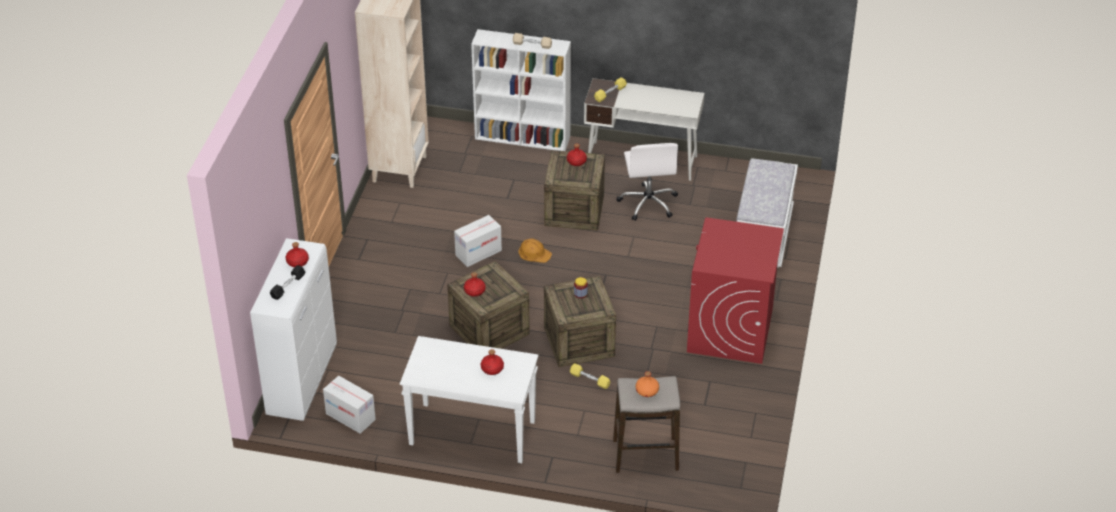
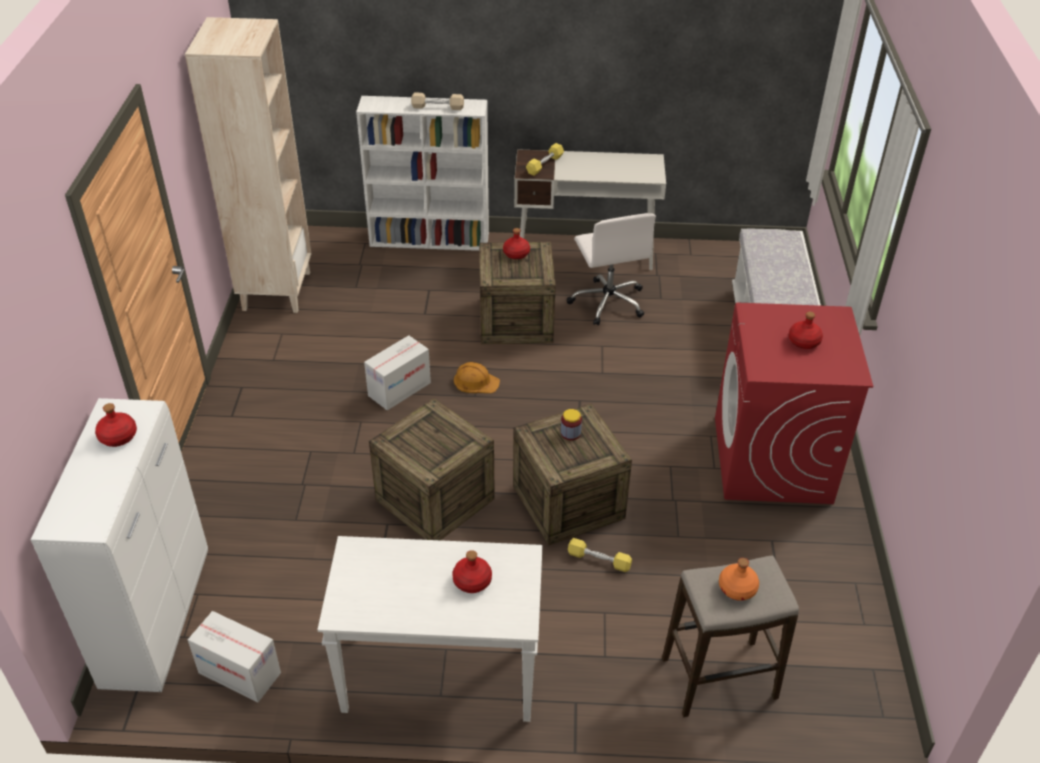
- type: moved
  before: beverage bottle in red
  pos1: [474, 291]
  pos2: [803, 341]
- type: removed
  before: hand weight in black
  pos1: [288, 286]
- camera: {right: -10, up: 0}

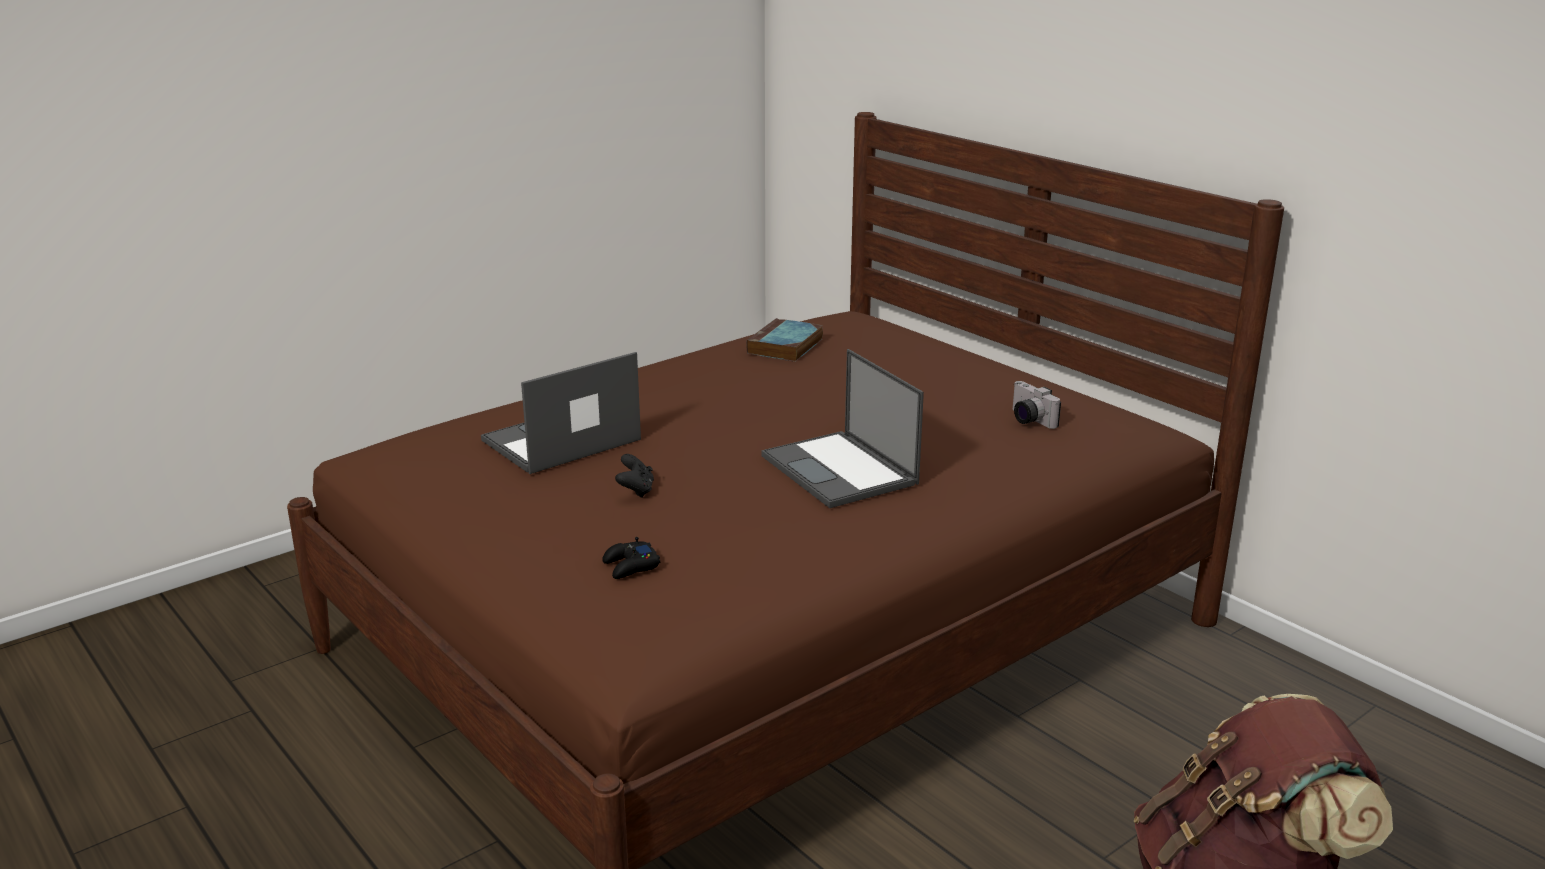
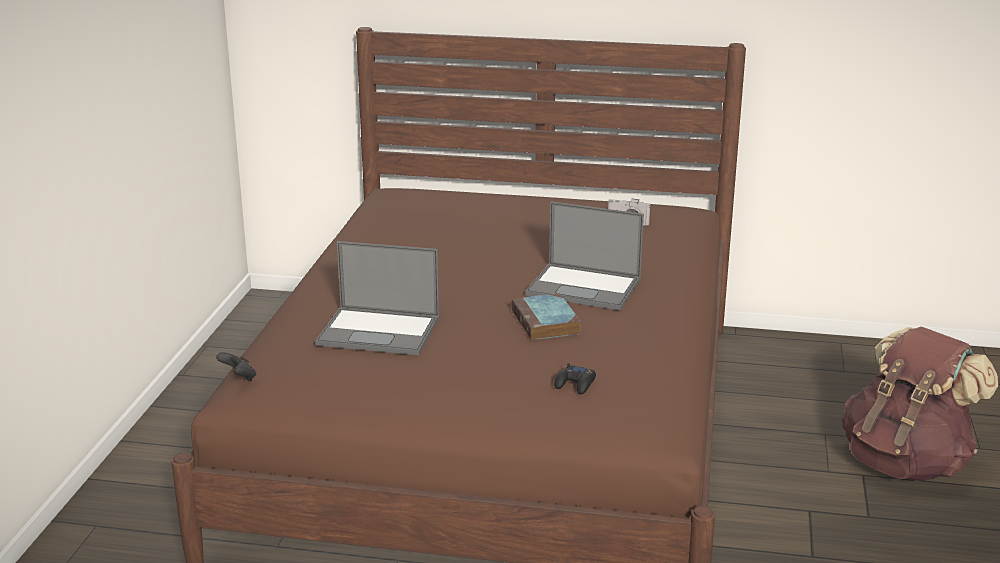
- type: moved
  before: game controller in black
  pos1: [636, 490]
  pos2: [239, 378]
- type: turned
  before: laptop
  pos1: [560, 441]
  pos2: [380, 331]
  turn: -90
- type: moved
  before: bound book
  pos1: [785, 347]
  pos2: [546, 323]
- camera: {right: -40, up: 0}

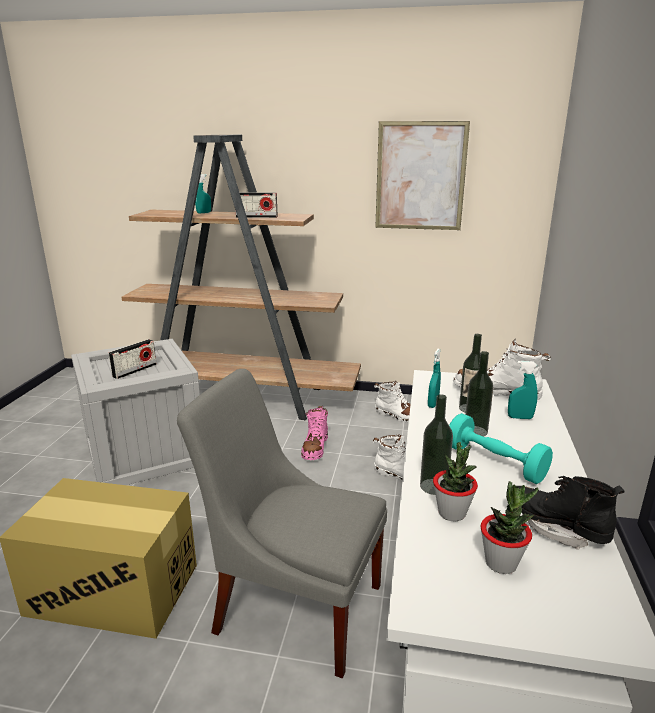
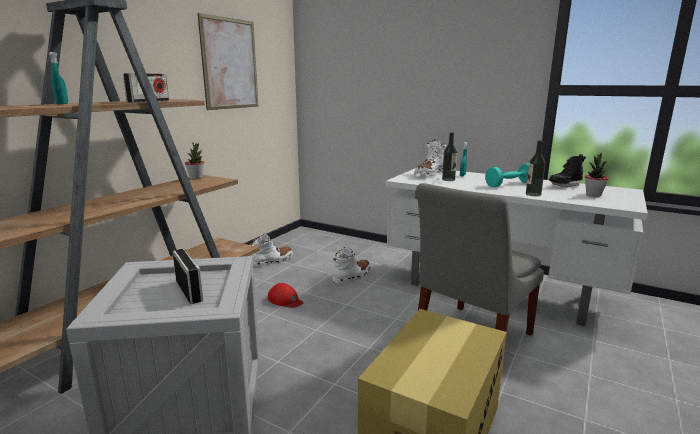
- type: moved
  before: potted plant
  pos1: [452, 513]
  pos2: [196, 178]
- type: replaced
  before: boot in pink-coloured
  after: baseball cap in red
  pos1: [315, 448]
  pos2: [285, 300]
- type: removed
  before: sprayer in blue-green
  pos1: [433, 404]
- type: removed
  before: beverage bottle
  pos1: [475, 431]
- camera: {right: -70, up: -5}

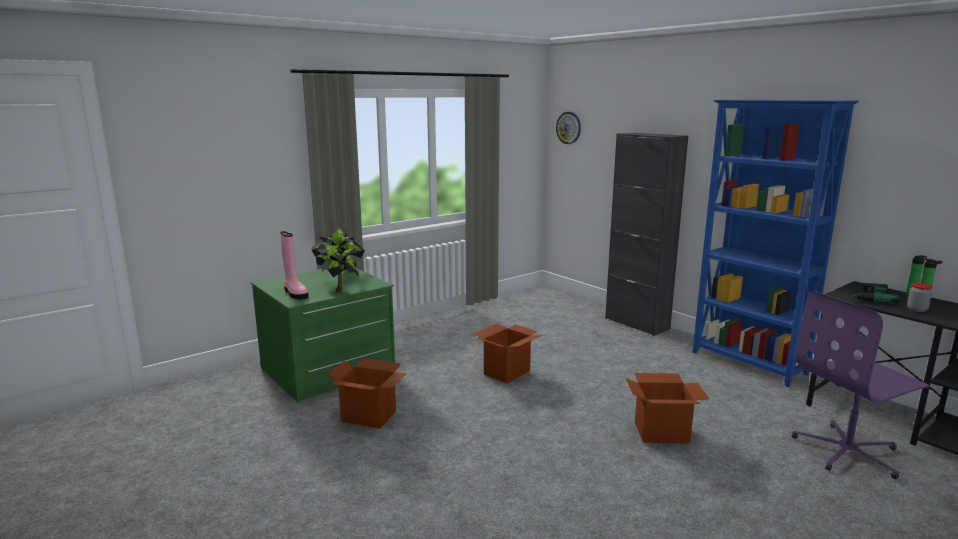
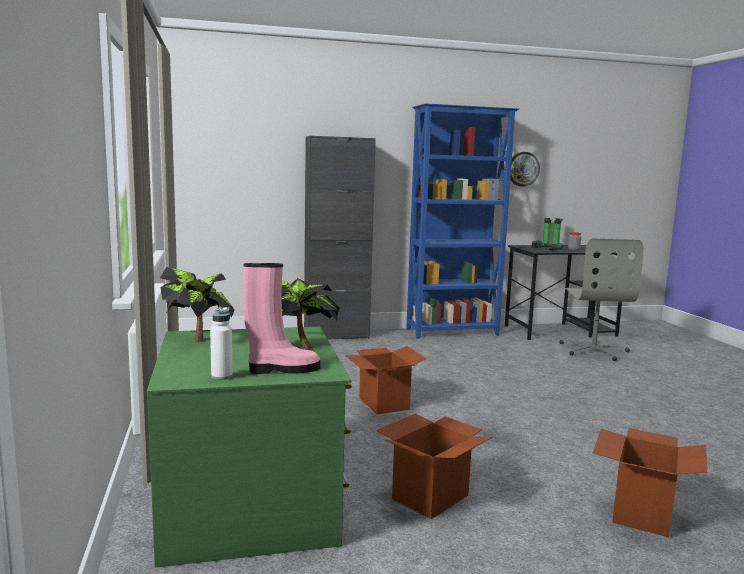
- type: added
  after: beverage bottle in white
  pos2: [221, 376]
- type: moved
  before: wall clock
  pos1: [569, 127]
  pos2: [522, 169]
- type: recoloured
  before: computer chair in purple-coloured
  after: computer chair in gray
  pos1: [848, 452]
  pos2: [594, 350]
- type: moved
  before: carton
  pos1: [661, 433]
  pos2: [642, 513]
- camera: {right: -65, up: -5}

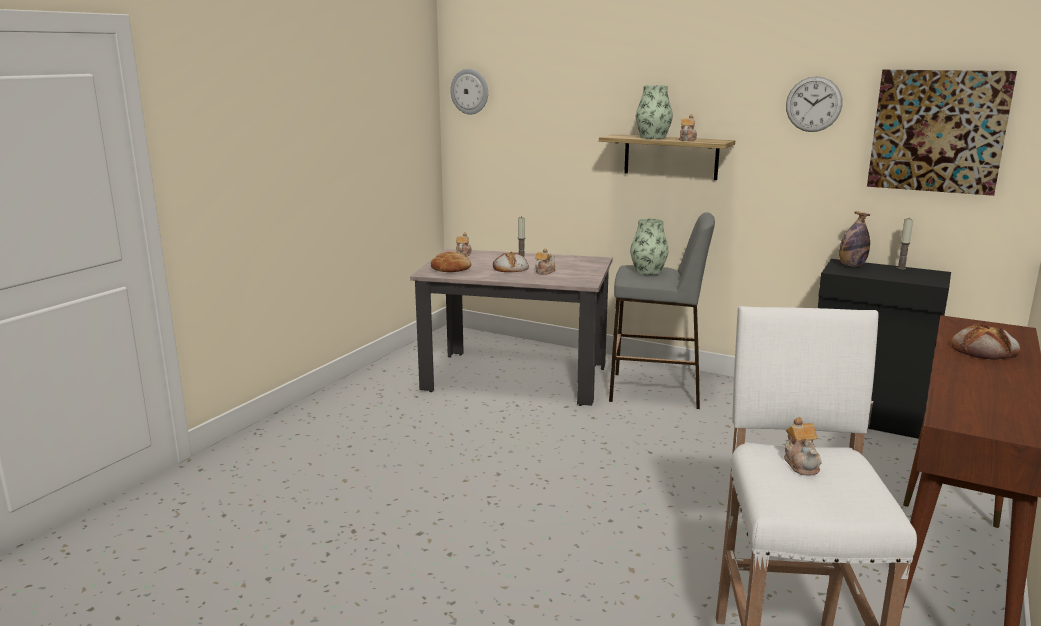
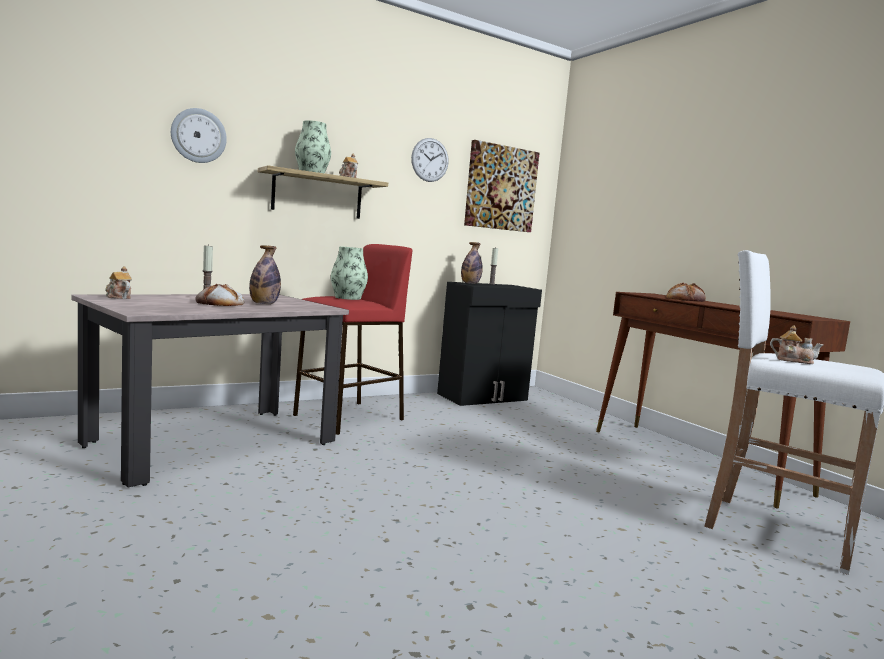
- type: moved
  before: wall clock
  pos1: [470, 91]
  pos2: [198, 136]
- type: replaced
  before: teapot
  after: beverage bottle
  pos1: [544, 272]
  pos2: [264, 304]
- type: recoloured
  before: stool seat in gray
  after: stool seat in red
  pos1: [656, 390]
  pos2: [349, 417]
- type: removed
  before: bread
  pos1: [451, 268]
- camera: {right: -60, up: -10}

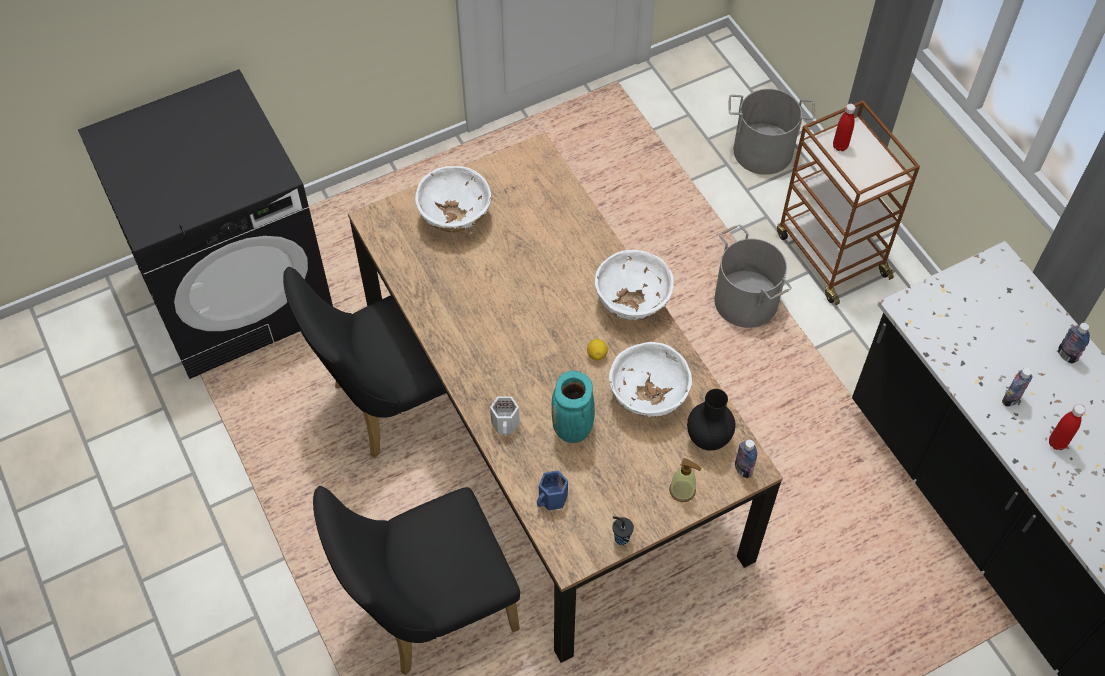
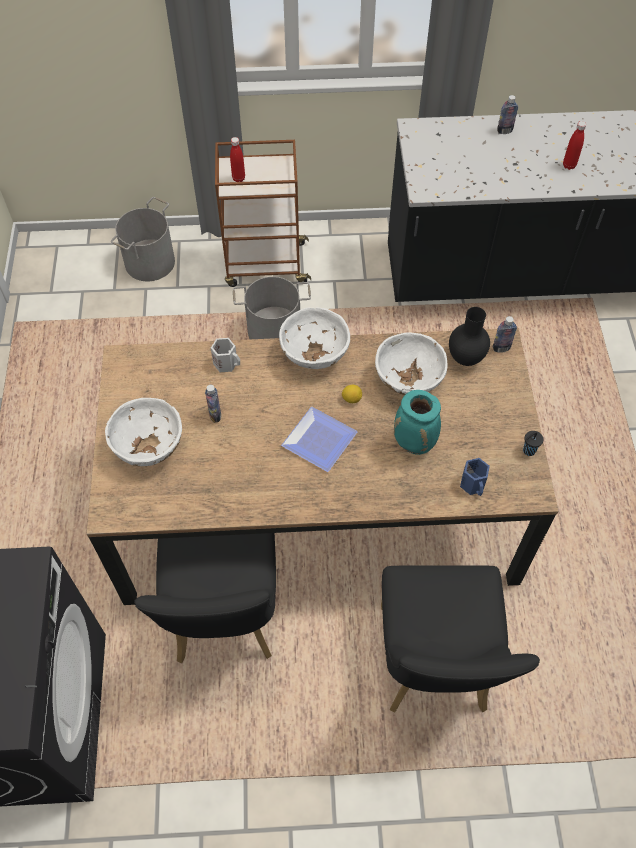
- type: moved
  before: beverage bottle
  pos1: [1011, 399]
  pos2: [215, 415]
- type: moved
  before: coffee mug in white
  pos1: [506, 424]
  pos2: [226, 363]
- type: added
  after: plate
  pos2: [320, 443]
- type: removed
  before: soap dispenser
  pos1: [682, 490]
- camera: {right: -65, up: 0}

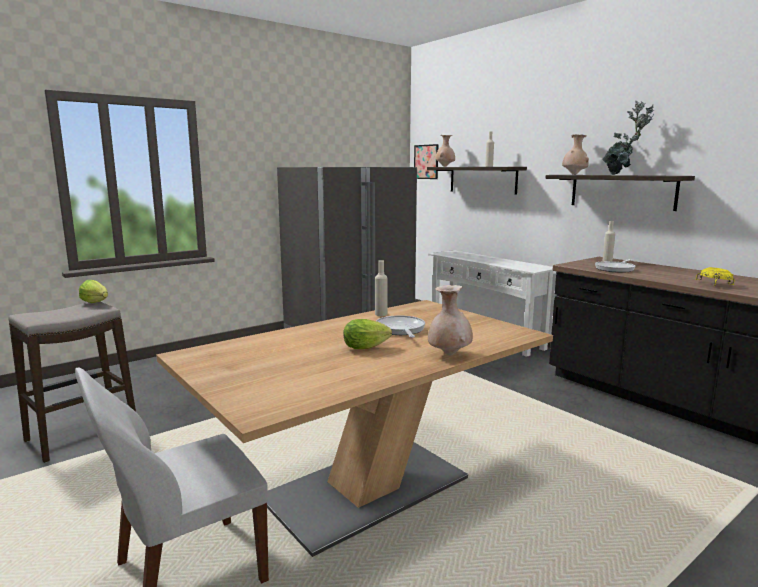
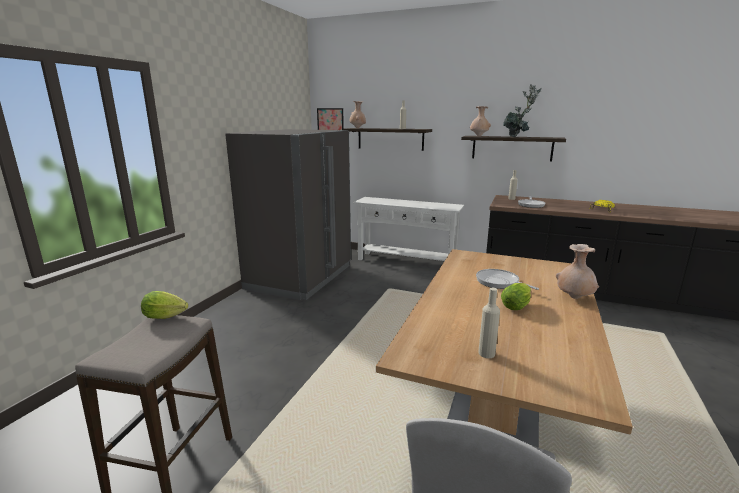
- type: moved
  before: beverage bottle in beige
  pos1: [381, 314]
  pos2: [486, 353]
- camera: {right: -30, up: 5}

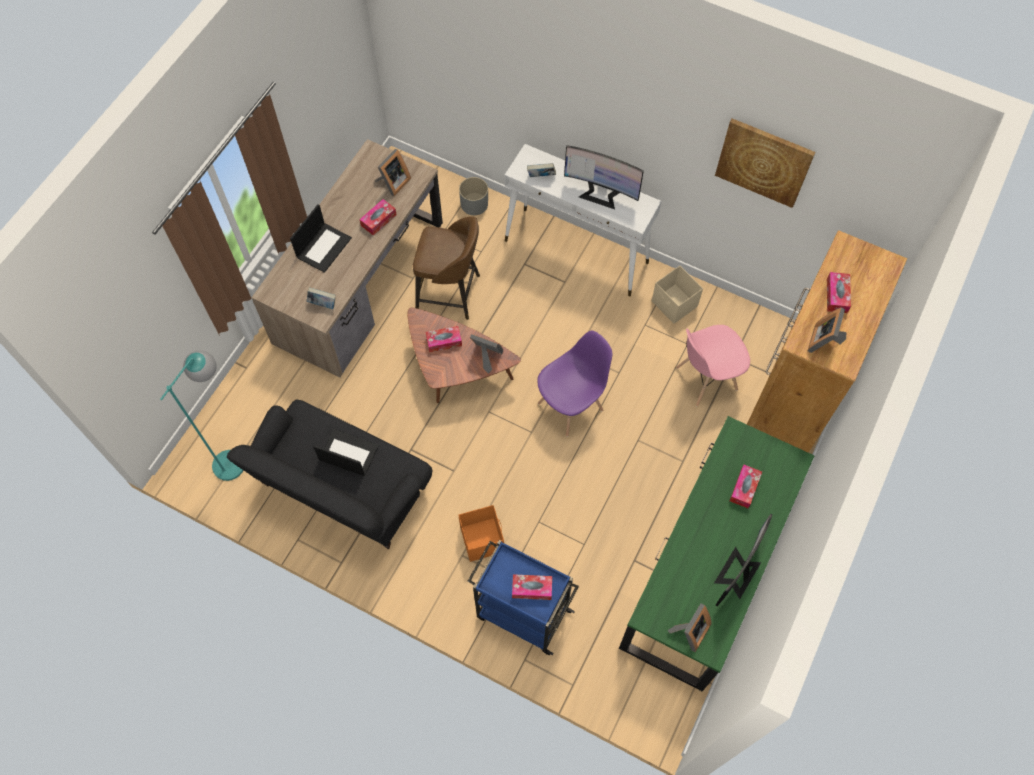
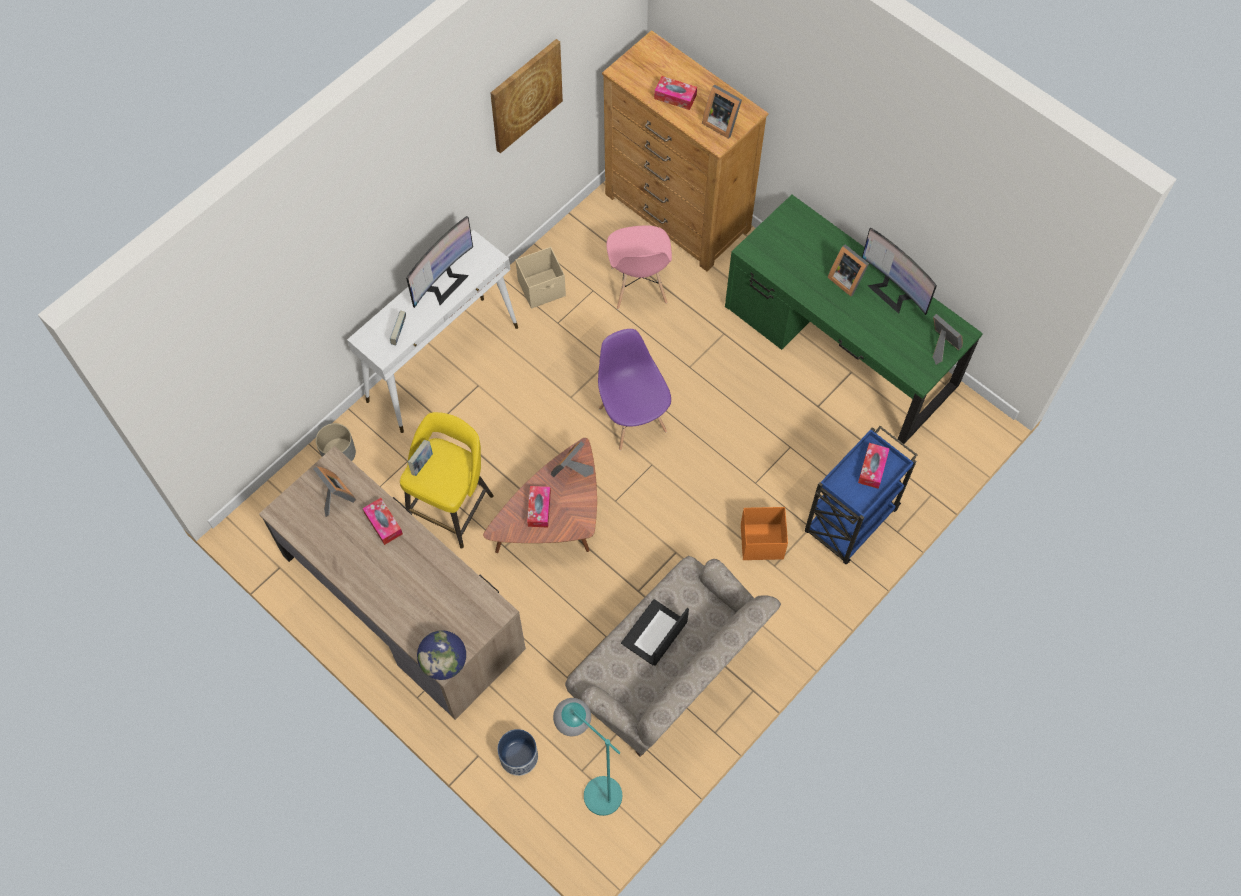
- type: recoloured
  before: stool seat in brownish
  after: stool seat in yellow
  pos1: [450, 293]
  pos2: [452, 506]
- type: moved
  before: bound book
  pos1: [323, 304]
  pos2: [421, 463]
- type: added
  after: world globe
  pos2: [444, 662]
- type: added
  after: planter
  pos2: [518, 757]
- type: recoloured
  before: couch in black
  after: couch in beige
  pos1: [343, 490]
  pos2: [668, 672]
- type: added
  after: picture frame
  pos2: [846, 279]
- type: removed
  before: laptop
  pos1: [323, 247]
- type: removed
  before: tissue box
  pos1: [744, 488]
- camera: {right: -75, up: 0}

